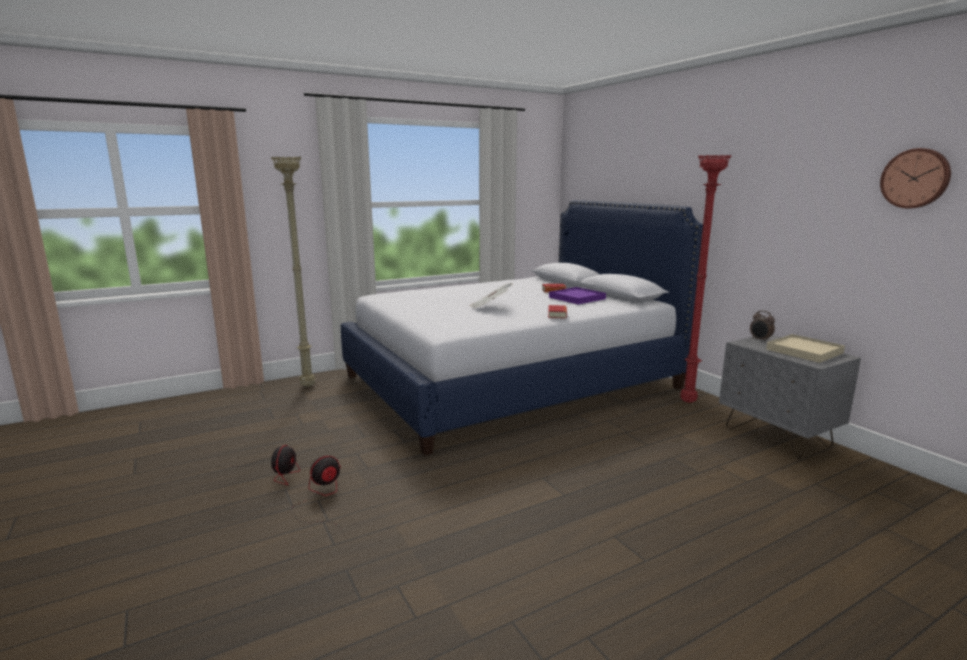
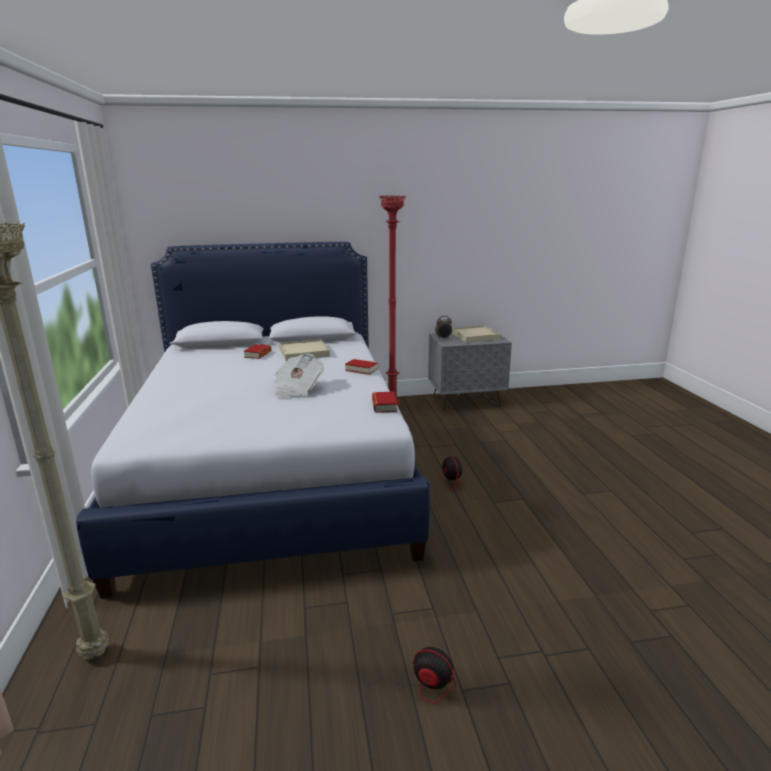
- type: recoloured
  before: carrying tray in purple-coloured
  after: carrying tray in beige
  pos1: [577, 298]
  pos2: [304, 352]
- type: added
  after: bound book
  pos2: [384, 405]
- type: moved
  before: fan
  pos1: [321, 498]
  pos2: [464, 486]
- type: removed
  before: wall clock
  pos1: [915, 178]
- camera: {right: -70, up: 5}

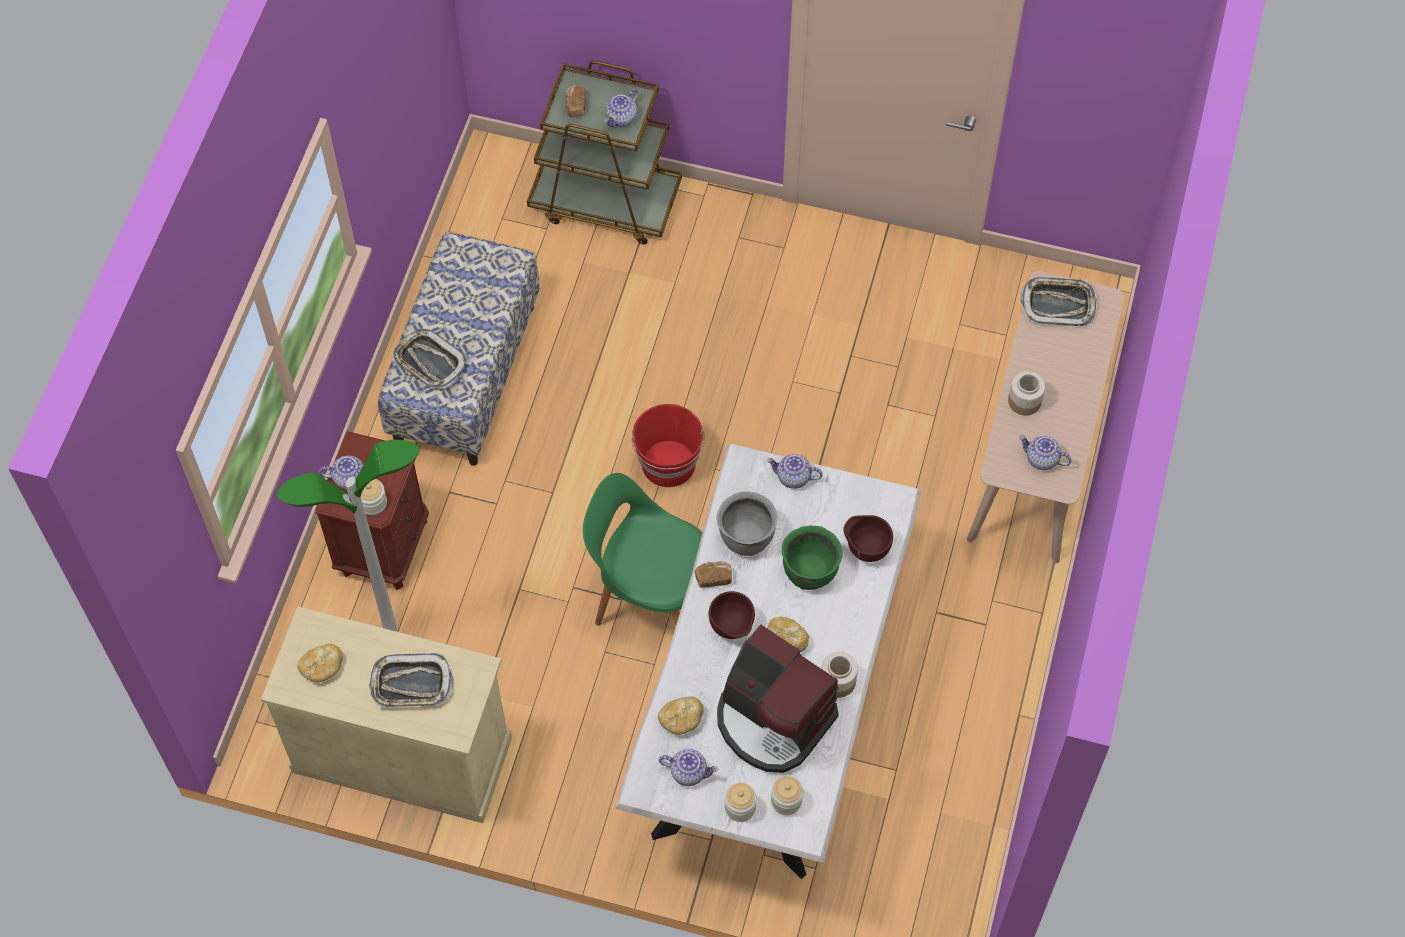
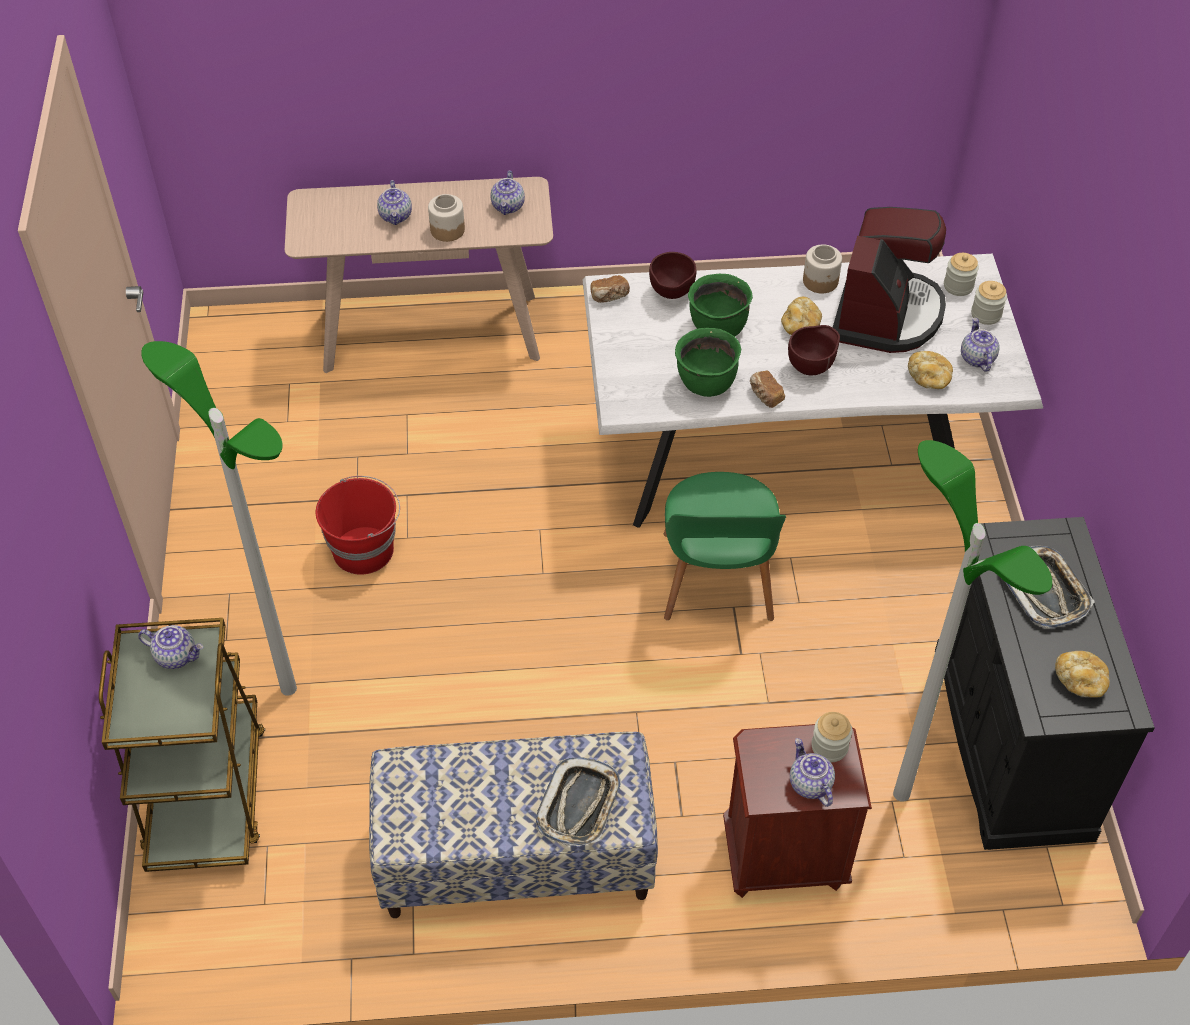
- type: added
  after: standard lamp
  pos2: [288, 689]
- type: moved
  before: bucket in red
  pos1: [669, 464]
  pos2: [364, 549]
- type: moved
  before: teapot
  pos1: [793, 477]
  pos2: [396, 216]
- type: moved
  before: bread
  pos1: [575, 106]
  pos2: [610, 296]
- type: recoloured
  before: cooking pot in gray
  after: cooking pot in green
  pos1: [746, 537]
  pos2: [706, 383]
- type: recoloured
  before: storage cabinet in beige
  after: storage cabinet in black
  pos1: [402, 753]
  pos2: [1011, 742]
- type: removed
  before: carrying tray
  pos1: [1058, 304]
- camera: {right: -110, up: -10}

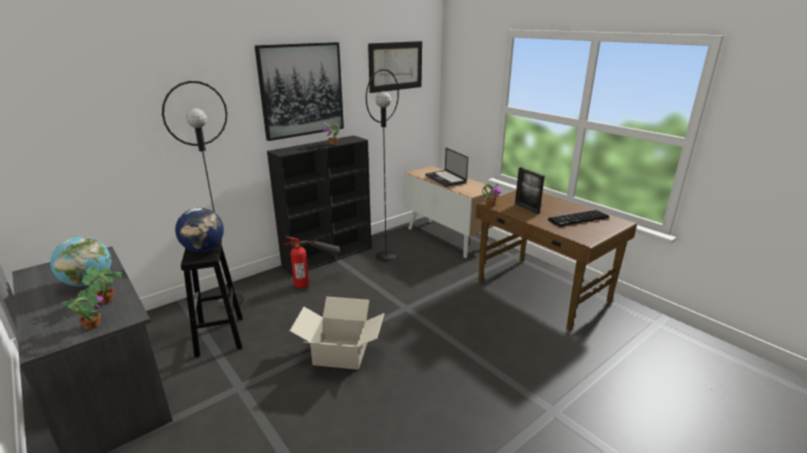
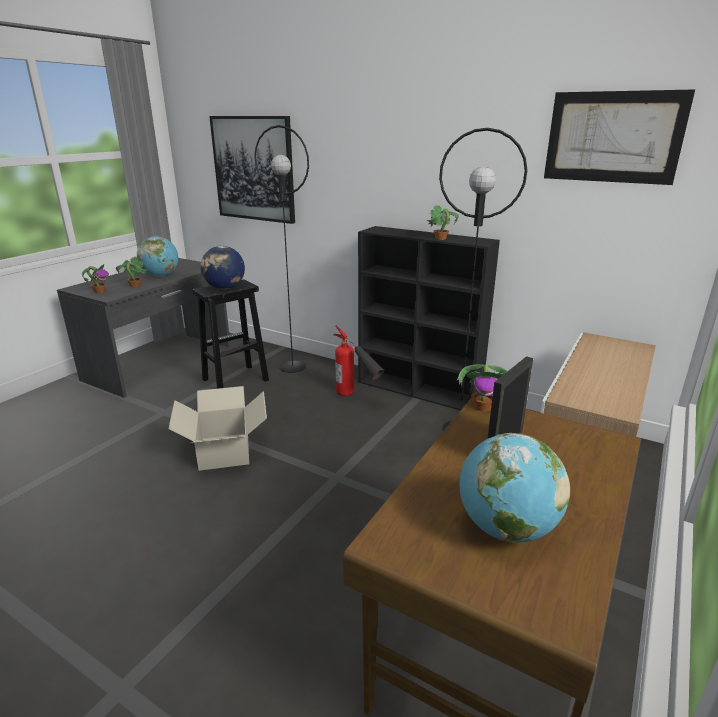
- type: moved
  before: picture
  pos1: [302, 90]
  pos2: [253, 169]
- type: replaced
  before: PC keyboard
  after: world globe
  pos1: [578, 219]
  pos2: [506, 528]
- type: removed
  before: laptop
  pos1: [445, 179]
- camera: {right: 70, up: 0}

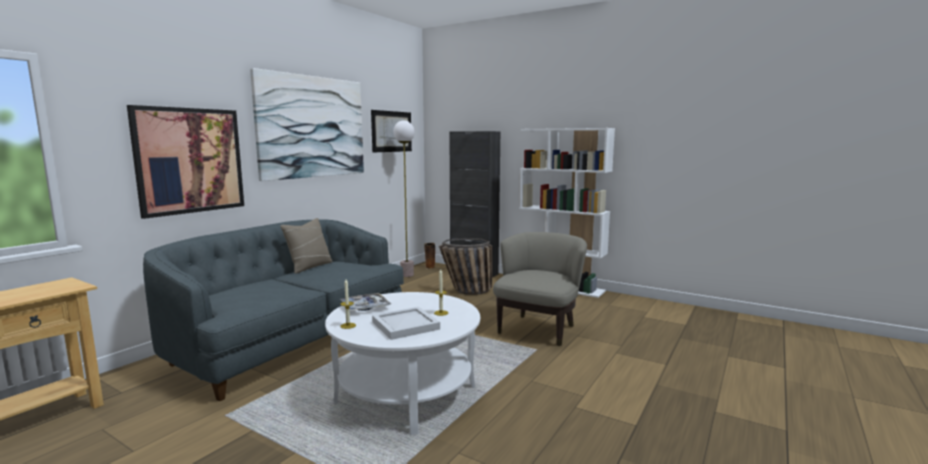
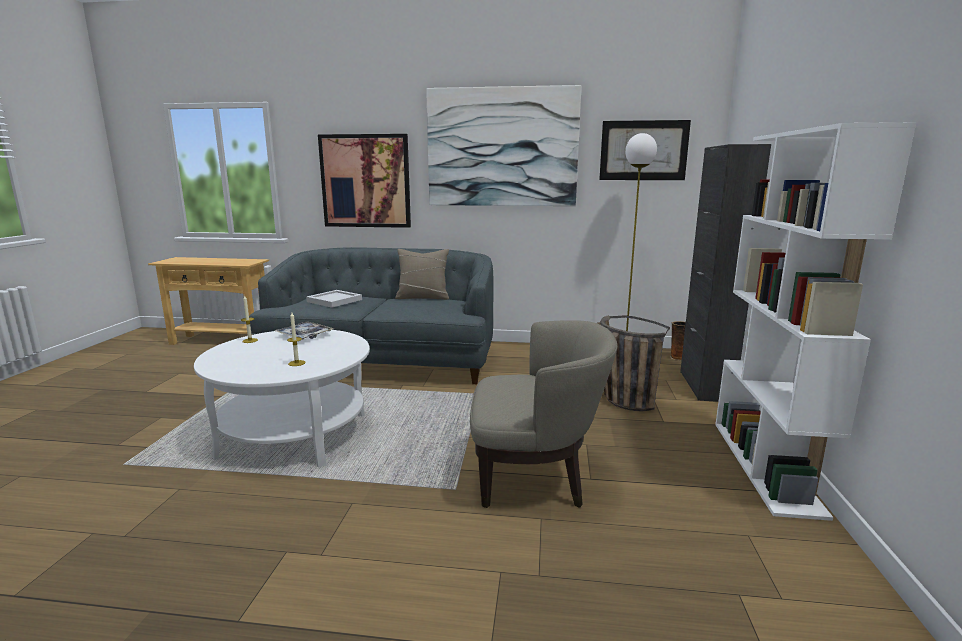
- type: moved
  before: carrying tray in white
  pos1: [404, 325]
  pos2: [334, 300]
- camera: {right: 65, up: 5}

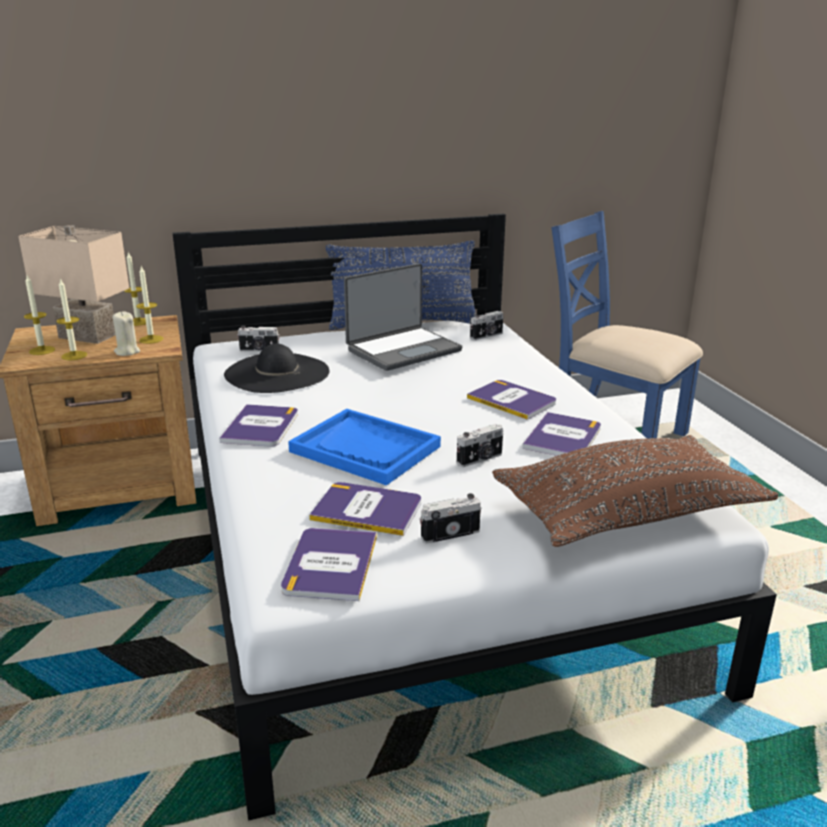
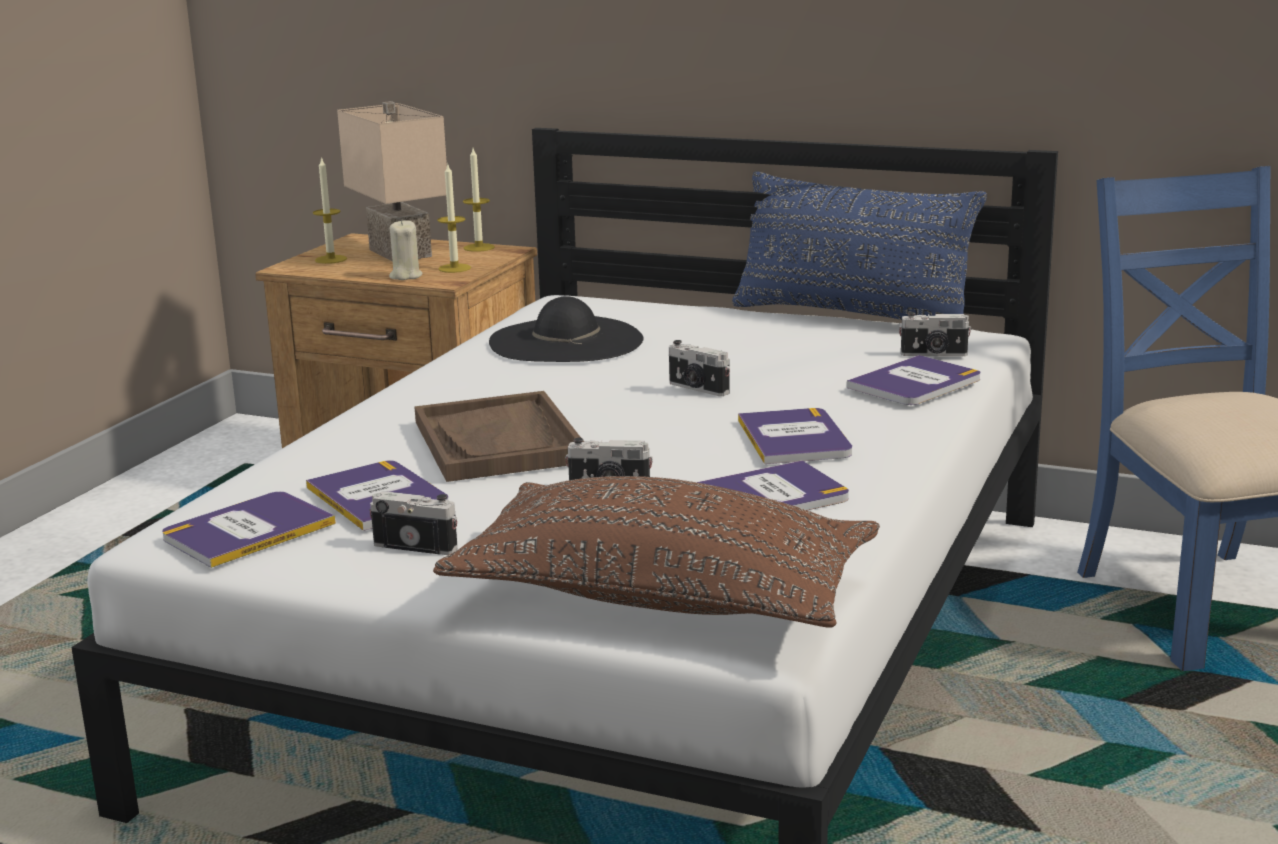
- type: recoloured
  before: carrying tray in blue
  after: carrying tray in brownish
  pos1: [365, 449]
  pos2: [499, 442]
- type: moved
  before: photo camera
  pos1: [259, 350]
  pos2: [697, 389]
- type: moved
  before: bound book
  pos1: [261, 427]
  pos2: [915, 383]
- type: removed
  before: wax candle
  pos1: [74, 356]
- type: removed
  before: laptop
  pos1: [402, 350]
- camera: {right: 40, up: -5}

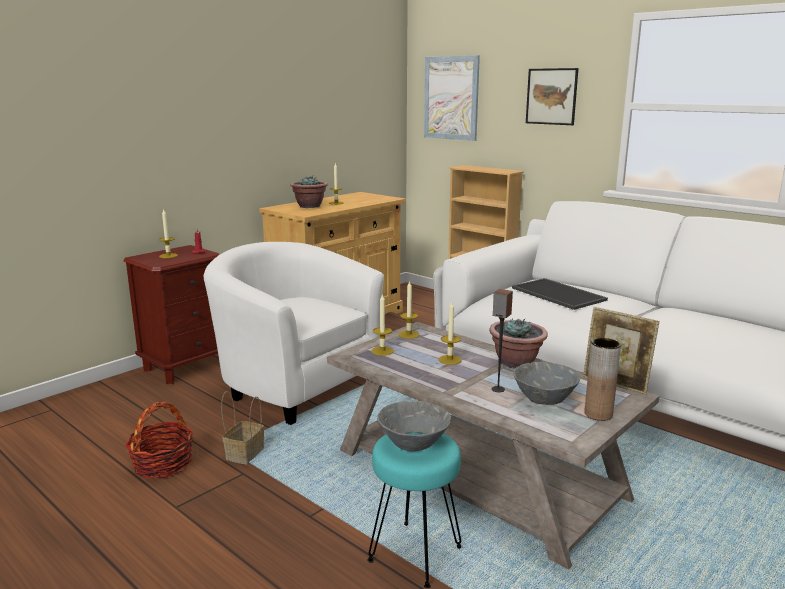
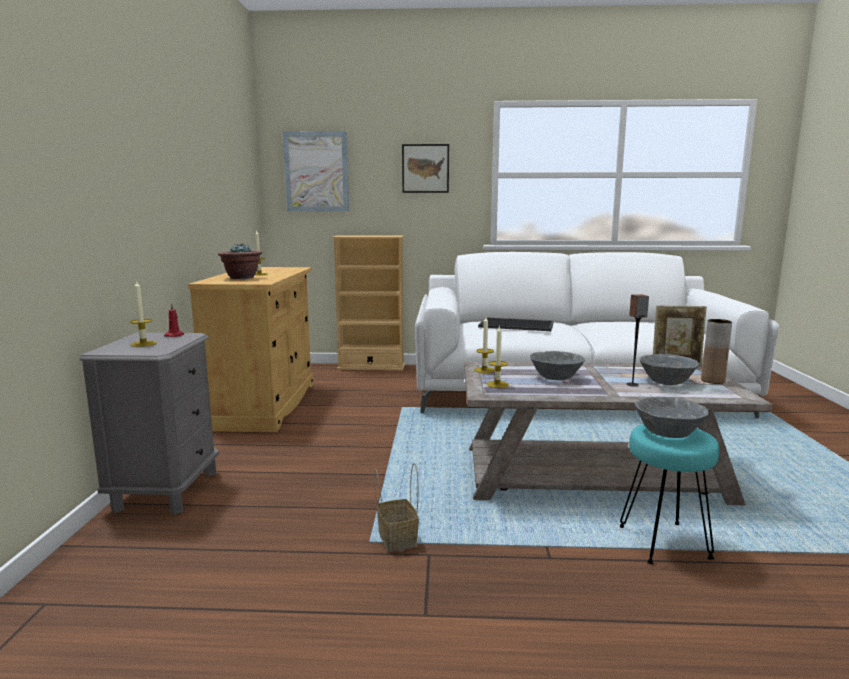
- type: recoloured
  before: bedside table in brownish
  after: bedside table in gray
  pos1: [186, 366]
  pos2: [166, 490]
- type: replaced
  before: wax candle
  after: bowl in gray
  pos1: [450, 360]
  pos2: [556, 377]
- type: removed
  before: storage basket
  pos1: [163, 464]
- type: removed
  before: lounge chair in white
  pos1: [295, 385]
- type: removed
  before: potted plant
  pos1: [516, 362]
- camera: {right: -40, up: -5}

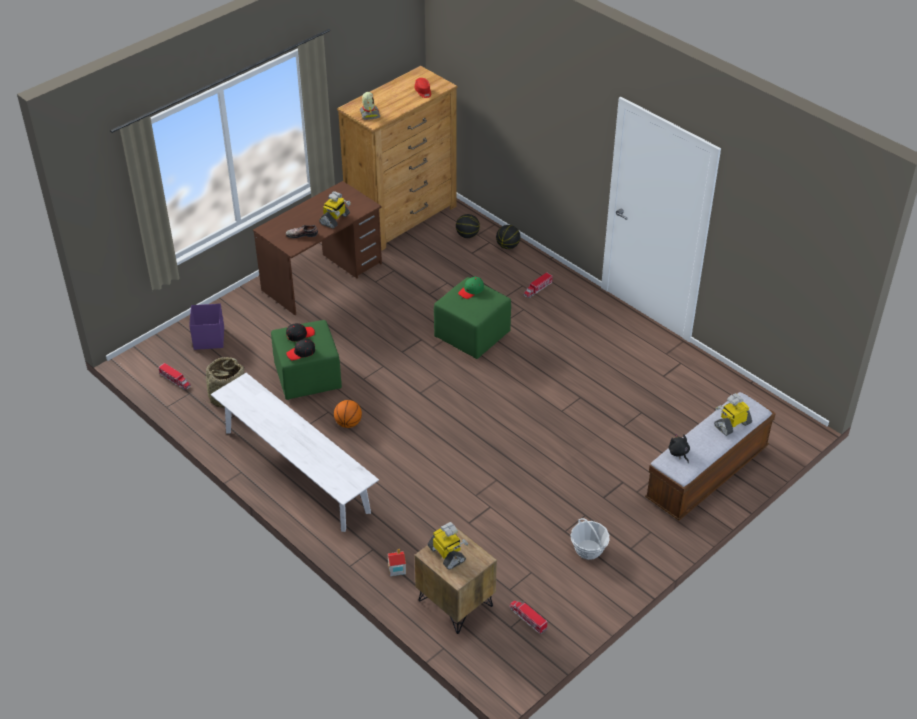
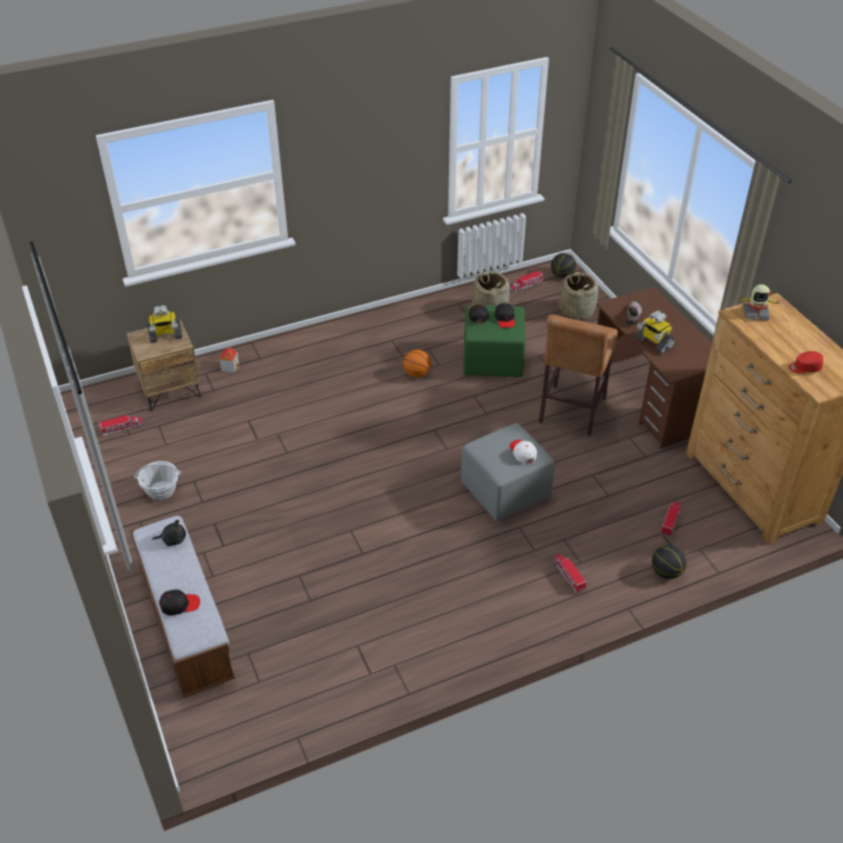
- type: replaced
  before: model robot
  after: baseball cap in black
  pos1: [732, 424]
  pos2: [180, 605]
- type: recoloured
  before: pouffe in green
  after: pouffe in gray
  pos1: [473, 336]
  pos2: [504, 492]
- type: recoloured
  before: baseball cap in green
  after: baseball cap in white
  pos1: [471, 290]
  pos2: [522, 452]
- type: added
  after: stool seat in brownish
  pos2: [570, 413]
- type: moved
  before: basketball ball
  pos1: [467, 235]
  pos2: [562, 275]
- type: replaced
  before: storage box in purple-coloured
  after: storage basket
  pos1: [209, 338]
  pos2: [576, 311]
- type: added
  after: toy truck
  pos2: [670, 521]
- type: removed
  before: long seat in white
  pos1: [296, 471]
- camera: {right: 110, up: 0}

